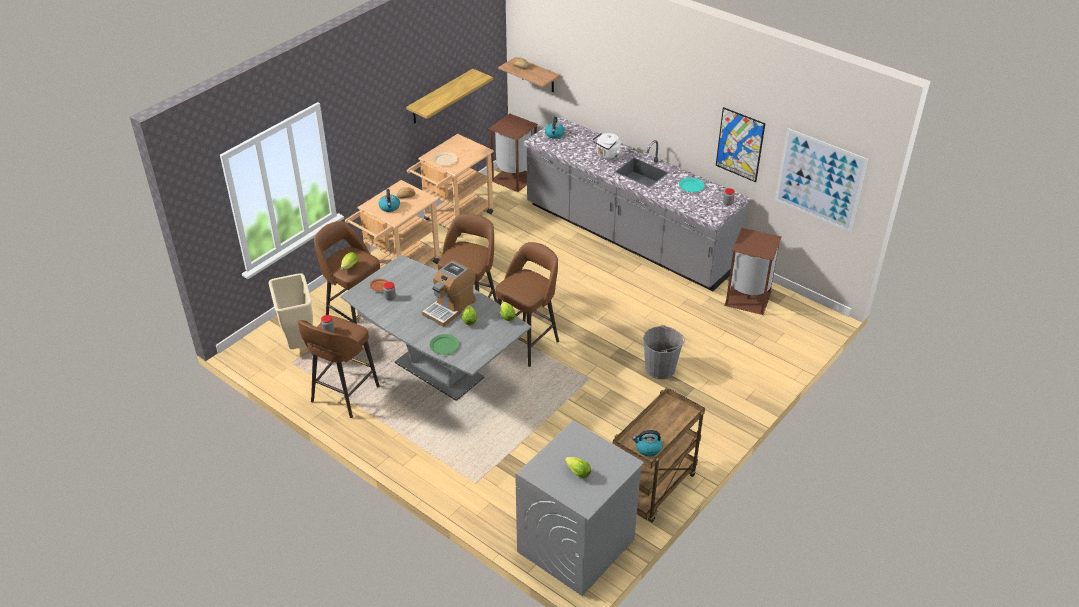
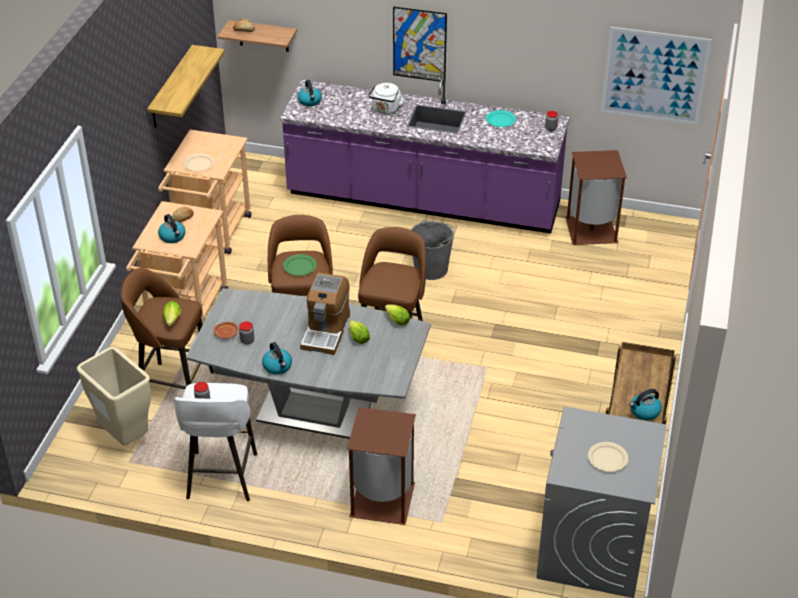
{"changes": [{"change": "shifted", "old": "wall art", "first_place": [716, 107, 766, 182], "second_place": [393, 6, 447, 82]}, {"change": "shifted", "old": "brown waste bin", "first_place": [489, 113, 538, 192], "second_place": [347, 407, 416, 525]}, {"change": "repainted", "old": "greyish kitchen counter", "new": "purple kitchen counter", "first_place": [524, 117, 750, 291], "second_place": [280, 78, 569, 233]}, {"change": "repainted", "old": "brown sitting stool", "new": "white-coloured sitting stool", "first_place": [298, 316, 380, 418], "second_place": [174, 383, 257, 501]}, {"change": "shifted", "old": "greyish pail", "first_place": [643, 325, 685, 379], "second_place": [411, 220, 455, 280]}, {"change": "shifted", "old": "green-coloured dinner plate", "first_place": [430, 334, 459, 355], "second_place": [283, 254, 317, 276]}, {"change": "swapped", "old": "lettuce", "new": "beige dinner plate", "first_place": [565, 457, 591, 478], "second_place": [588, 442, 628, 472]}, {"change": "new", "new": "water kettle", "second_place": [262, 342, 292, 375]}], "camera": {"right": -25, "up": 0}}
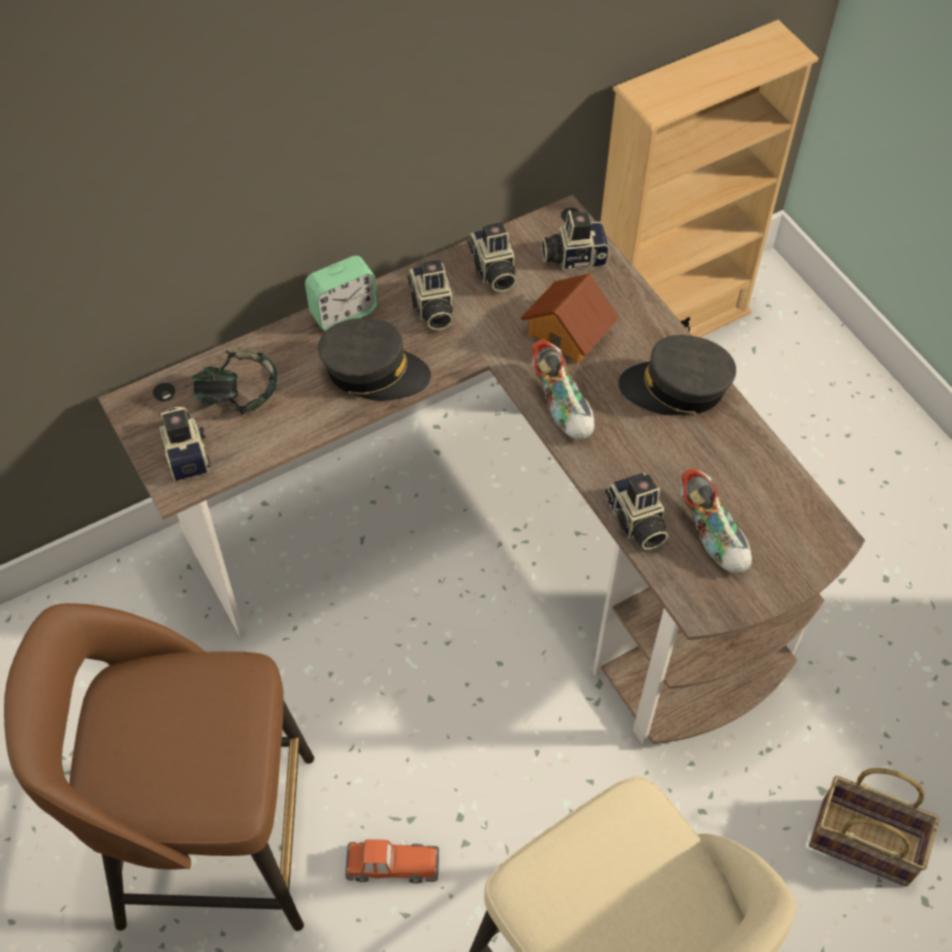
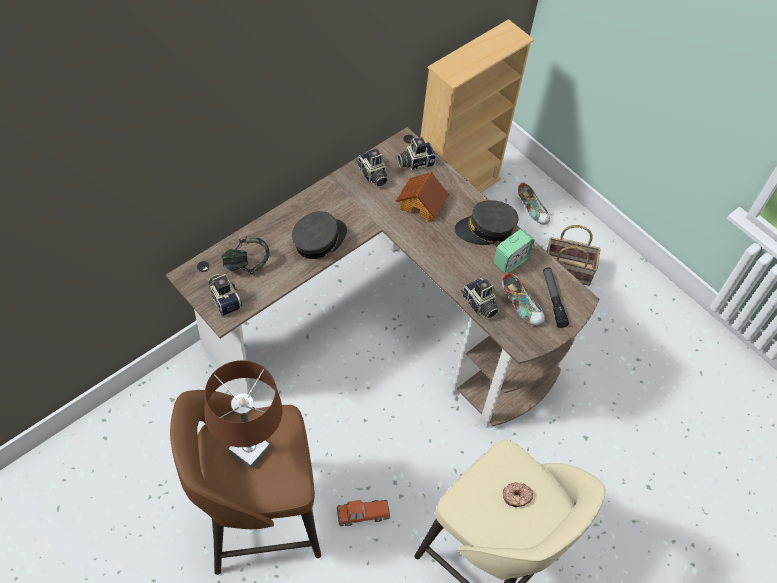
{"changes": [{"change": "shifted", "old": "alarm clock", "first_place": [305, 256, 378, 331], "second_place": [494, 229, 535, 273]}, {"change": "gone", "old": "photo camera", "first_place": [407, 260, 453, 331]}, {"change": "rotated", "old": "greyish baseball cap", "first_place": [318, 318, 431, 401], "second_place": [292, 211, 347, 259], "degrees": -45}, {"change": "shifted", "old": "shoe", "first_place": [532, 339, 595, 440], "second_place": [518, 182, 550, 225]}, {"change": "shifted", "old": "basket", "first_place": [809, 768, 940, 887], "second_place": [547, 225, 600, 286]}, {"change": "new", "new": "hand torch", "second_place": [543, 267, 569, 328]}, {"change": "new", "new": "brown lamp for a table", "second_place": [204, 360, 282, 469]}, {"change": "new", "new": "doughnut", "second_place": [503, 482, 533, 507]}], "camera": {"right": -15, "up": 0}}
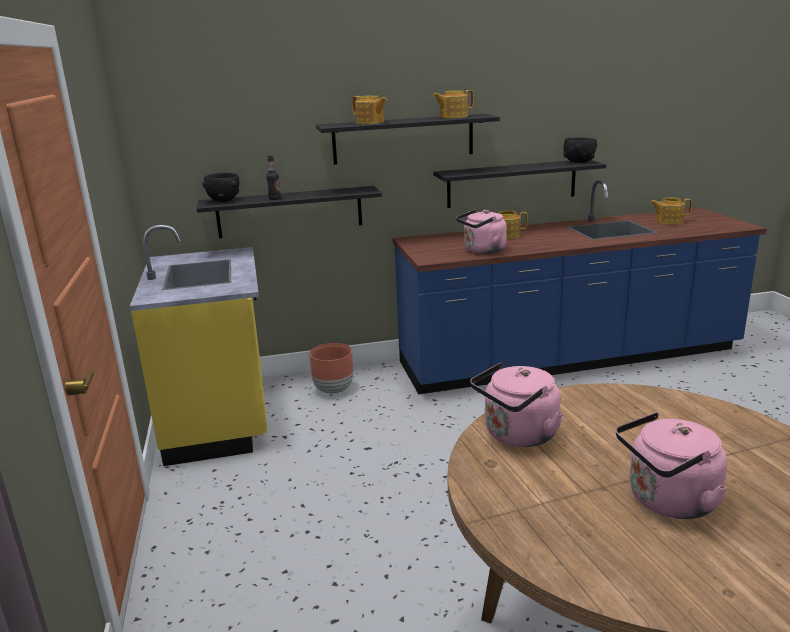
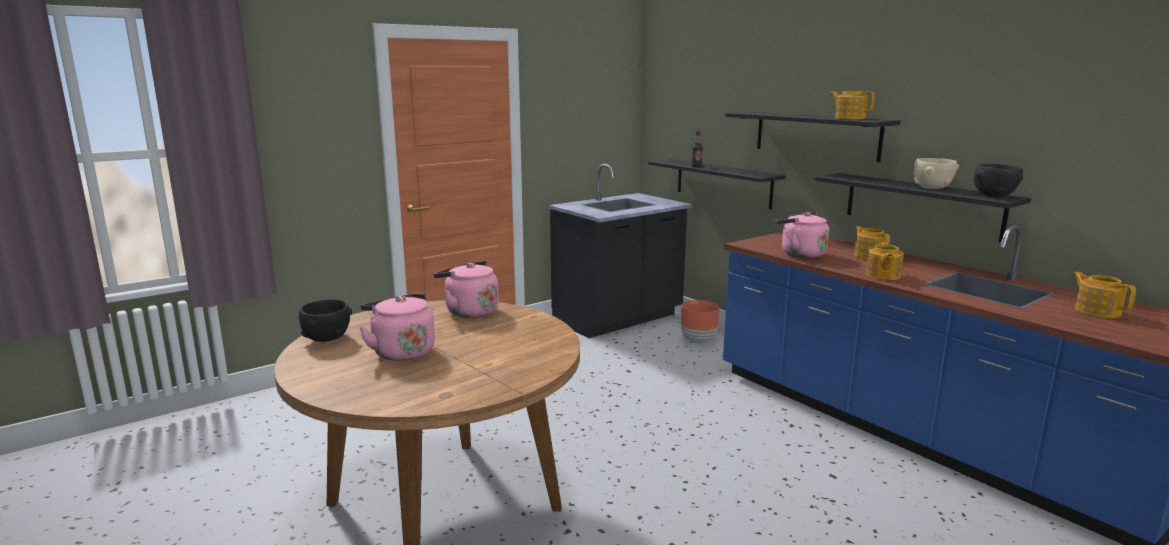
{"changes": [{"change": "shifted", "old": "tea pot", "first_place": [352, 95, 387, 124], "second_place": [866, 242, 904, 280]}, {"change": "shifted", "old": "black serving bowl", "first_place": [202, 173, 239, 202], "second_place": [299, 299, 352, 342]}, {"change": "repainted", "old": "yellowish kitchen counter", "new": "black kitchen counter", "first_place": [130, 225, 268, 466], "second_place": [549, 164, 692, 338]}, {"change": "new", "new": "beige serving bowl", "second_place": [914, 158, 959, 189]}], "camera": {"right": 65, "up": -5}}
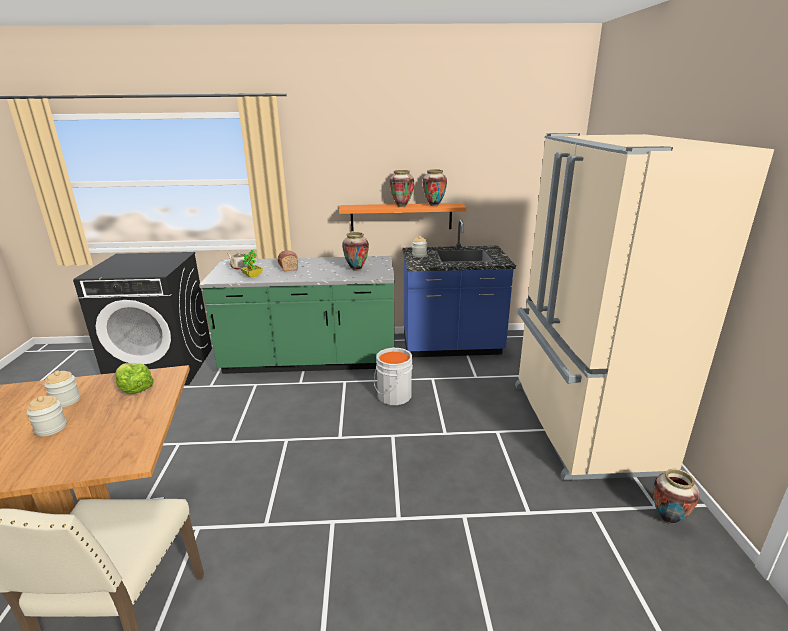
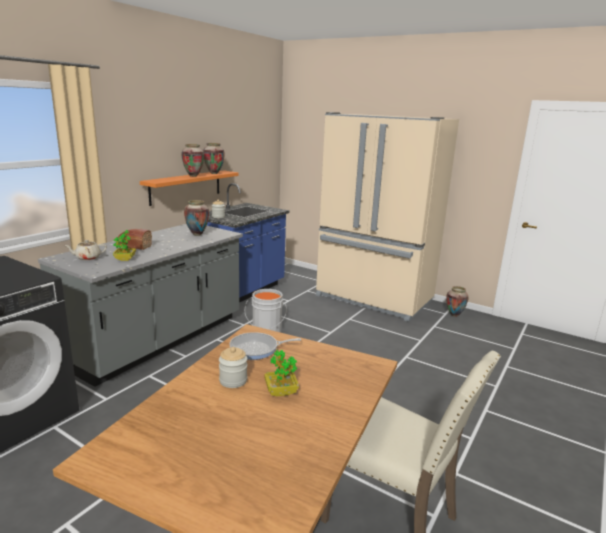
{"changes": [{"change": "repainted", "old": "green-coloured kitchen counter", "new": "greyish kitchen counter", "first_place": [199, 256, 395, 374], "second_place": [38, 224, 243, 387]}, {"change": "swapped", "old": "lettuce", "new": "frying pan", "first_place": [115, 363, 154, 394], "second_place": [230, 332, 301, 360]}, {"change": "swapped", "old": "preserve jar", "new": "houseplant", "first_place": [26, 396, 67, 436], "second_place": [264, 350, 299, 396]}], "camera": {"right": -55, "up": -5}}
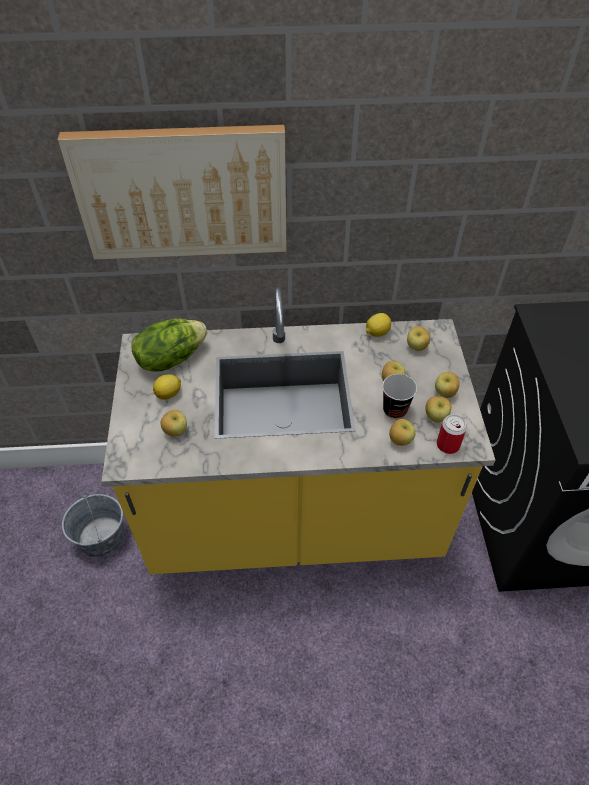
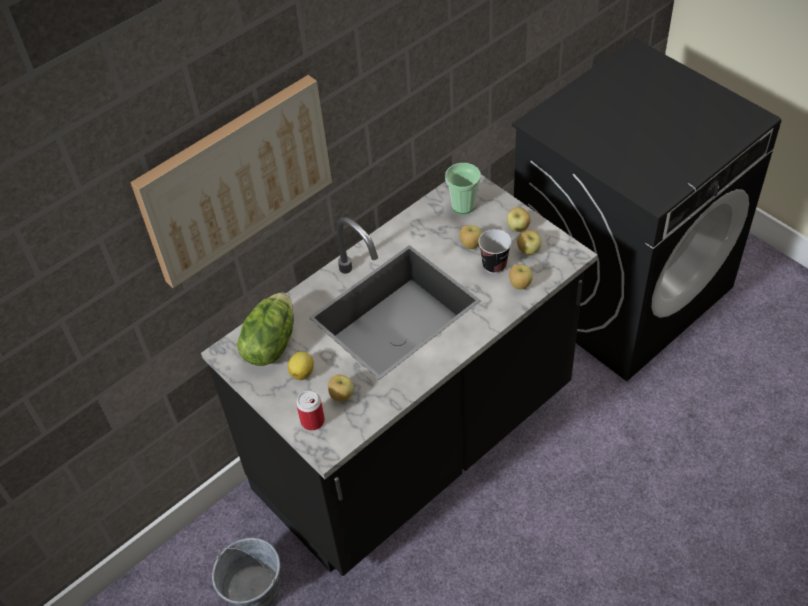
{"changes": [{"change": "repainted", "old": "yellowish kitchen counter", "new": "black kitchen counter", "first_place": [102, 287, 495, 574], "second_place": [201, 174, 597, 576]}, {"change": "gone", "old": "whole lemon", "first_place": [366, 313, 391, 337]}, {"change": "swapped", "old": "whole apple", "new": "small cup", "first_place": [407, 326, 430, 351], "second_place": [445, 163, 481, 214]}, {"change": "shifted", "old": "can", "first_place": [437, 414, 467, 454], "second_place": [296, 390, 325, 430]}], "camera": {"right": -35, "up": 0}}
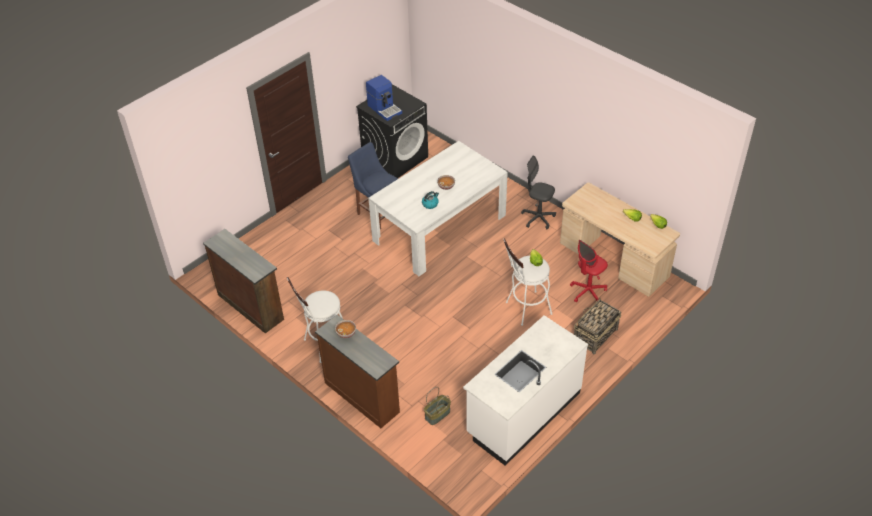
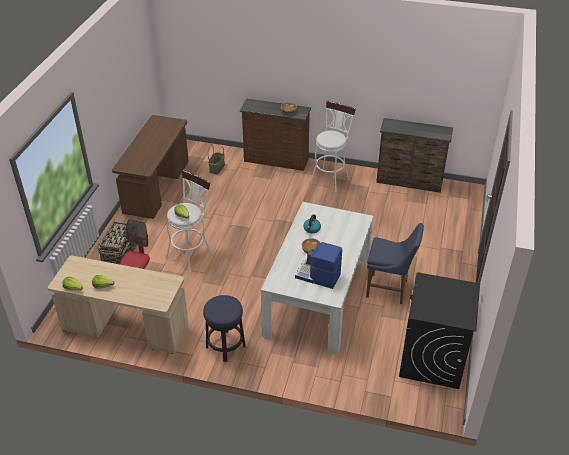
{"changes": [{"change": "shifted", "old": "coffee maker", "first_place": [366, 75, 402, 121], "second_place": [295, 242, 342, 289]}, {"change": "swapped", "old": "greyish desk chair", "new": "sitting stool", "first_place": [521, 155, 556, 229], "second_place": [203, 295, 245, 362]}, {"change": "swapped", "old": "white-coloured kitchen counter", "new": "brown desk unit", "first_place": [463, 315, 588, 466], "second_place": [112, 115, 189, 219]}], "camera": {"right": 150, "up": -5}}
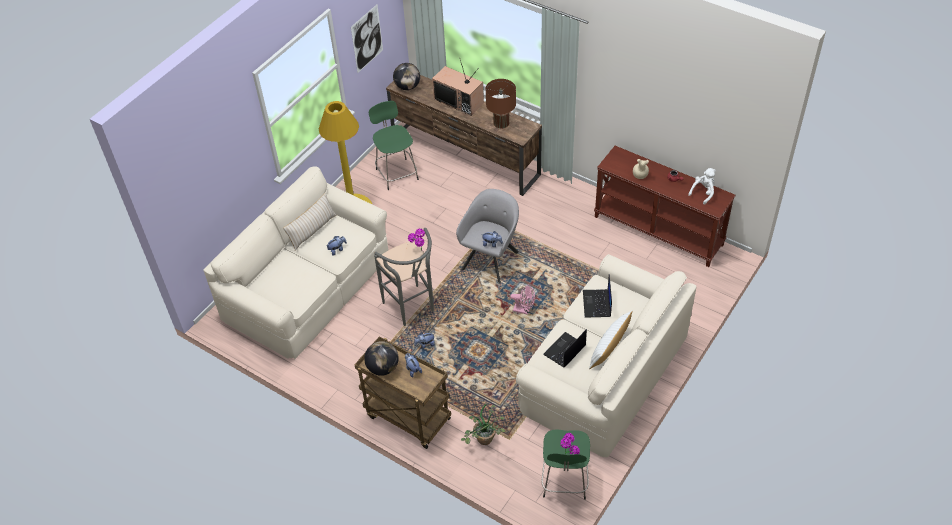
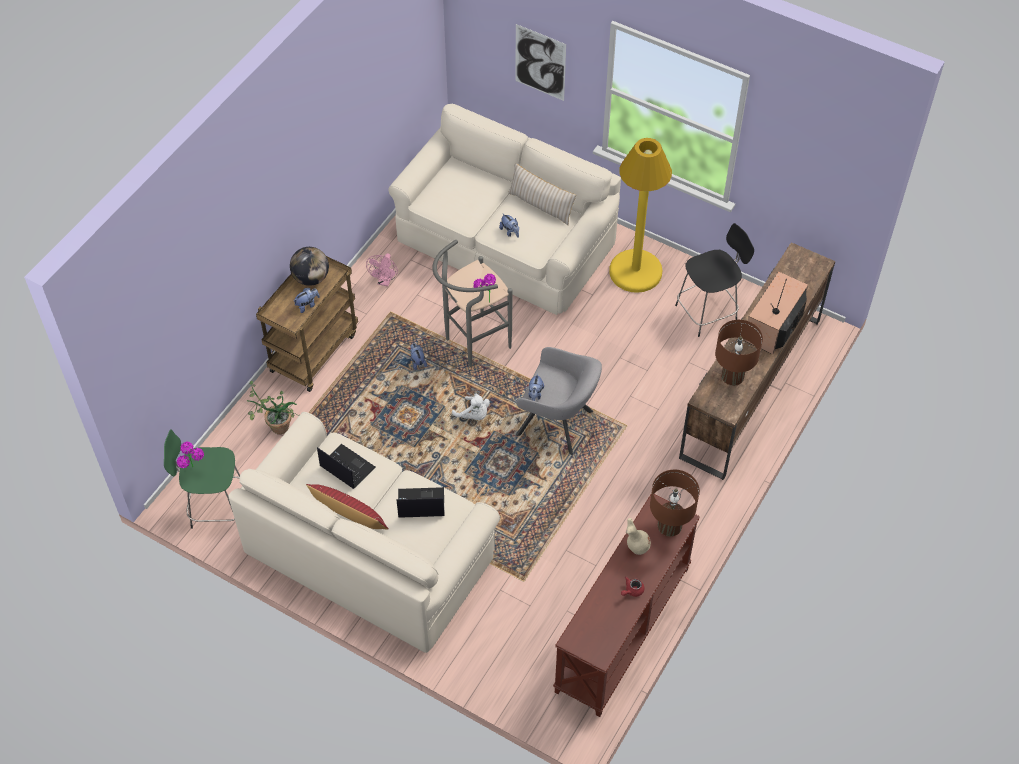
{"changes": [{"change": "shifted", "old": "wall art", "first_place": [351, 5, 383, 73], "second_place": [515, 24, 566, 101]}, {"change": "gone", "old": "globe", "first_place": [393, 63, 420, 90]}, {"change": "repainted", "old": "green-coloured sitting stool", "new": "black sitting stool", "first_place": [369, 101, 419, 190], "second_place": [675, 223, 754, 337]}, {"change": "shifted", "old": "white-coloured cuddly toy", "first_place": [688, 168, 716, 204], "second_place": [452, 394, 490, 420]}, {"change": "shifted", "old": "pink-coloured cooling fan", "first_place": [510, 284, 535, 315], "second_place": [366, 253, 398, 286]}, {"change": "repainted", "old": "white-coloured throw pillow", "new": "reddish throw pillow", "first_place": [589, 310, 633, 369], "second_place": [306, 484, 389, 530]}, {"change": "new", "new": "brown lamp for a table", "second_place": [650, 470, 700, 537]}], "camera": {"right": 85, "up": 5}}
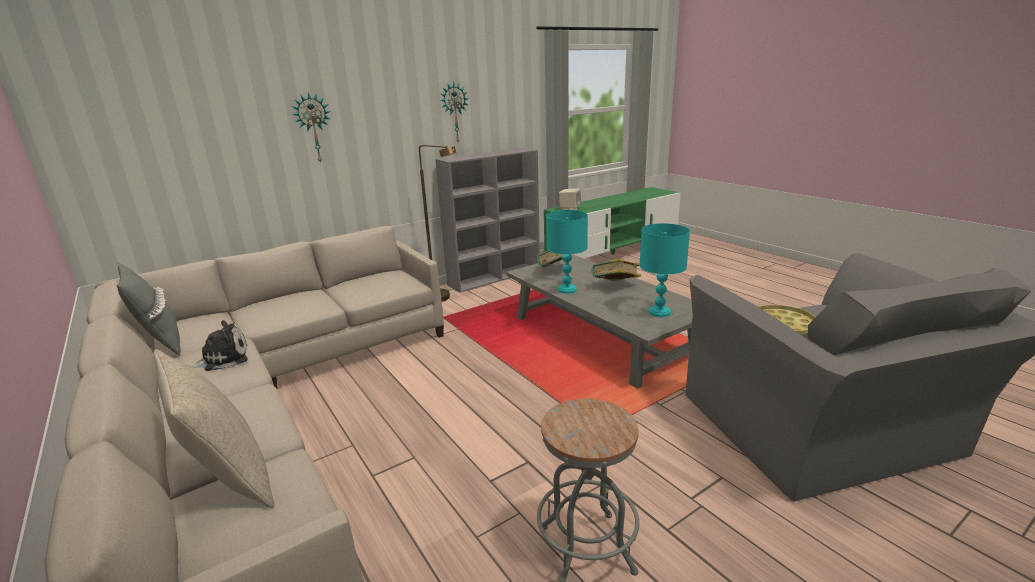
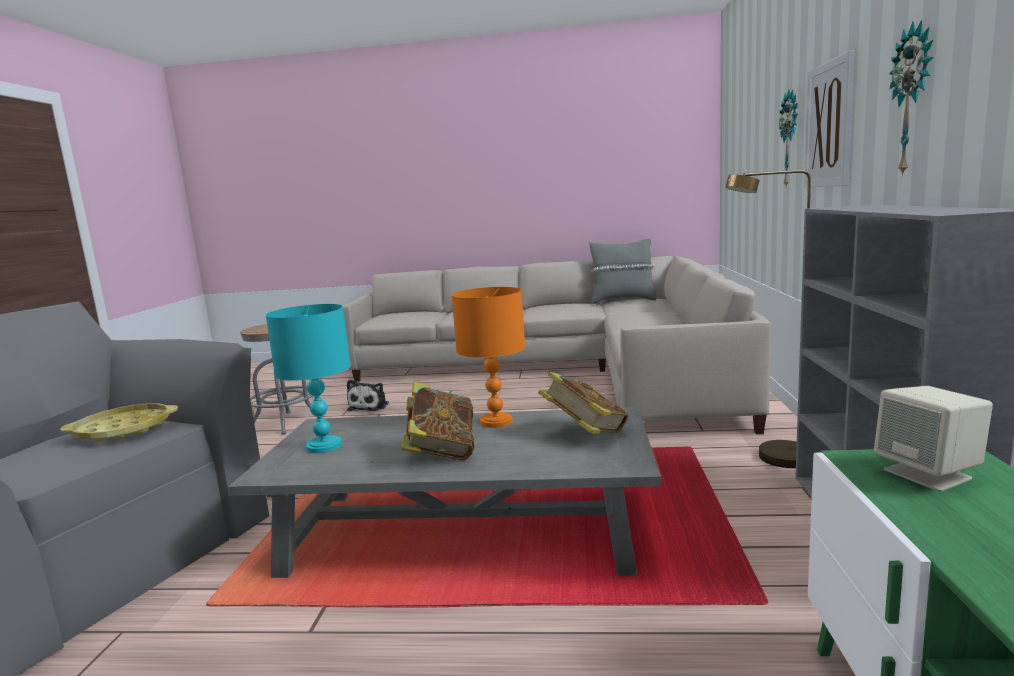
{"changes": [{"change": "repainted", "old": "blue-green lamp for a table", "new": "orangey lamp for a table", "first_place": [546, 210, 588, 294], "second_place": [452, 287, 525, 428]}, {"change": "shifted", "old": "cuddly toy", "first_place": [191, 320, 248, 371], "second_place": [347, 380, 389, 411]}, {"change": "gone", "old": "beige throw pillow", "first_place": [154, 349, 274, 508]}, {"change": "new", "new": "wall art", "second_place": [804, 50, 854, 188]}], "camera": {"right": 130, "up": -10}}
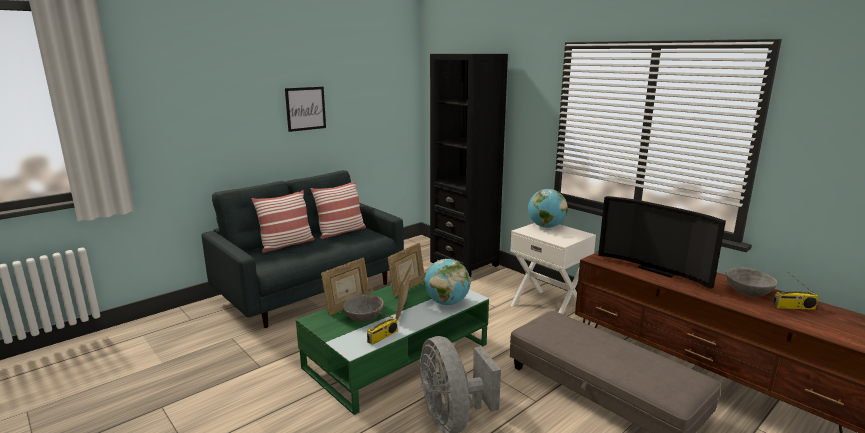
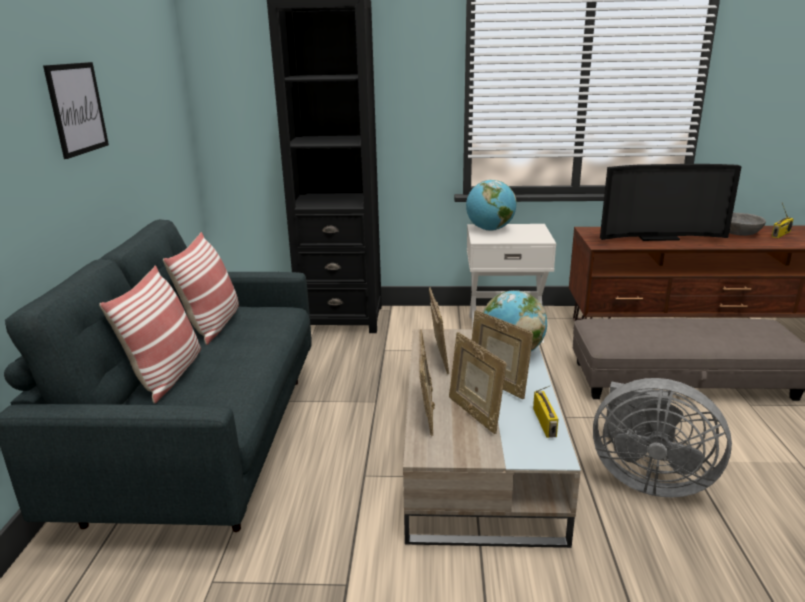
{"changes": [{"change": "repainted", "old": "green-coloured coffee table", "new": "beige coffee table", "first_place": [296, 272, 489, 415], "second_place": [403, 329, 581, 548]}, {"change": "swapped", "old": "greyish serving bowl", "new": "picture frame", "first_place": [343, 295, 384, 322], "second_place": [449, 332, 507, 434]}], "camera": {"right": -45, "up": 5}}
